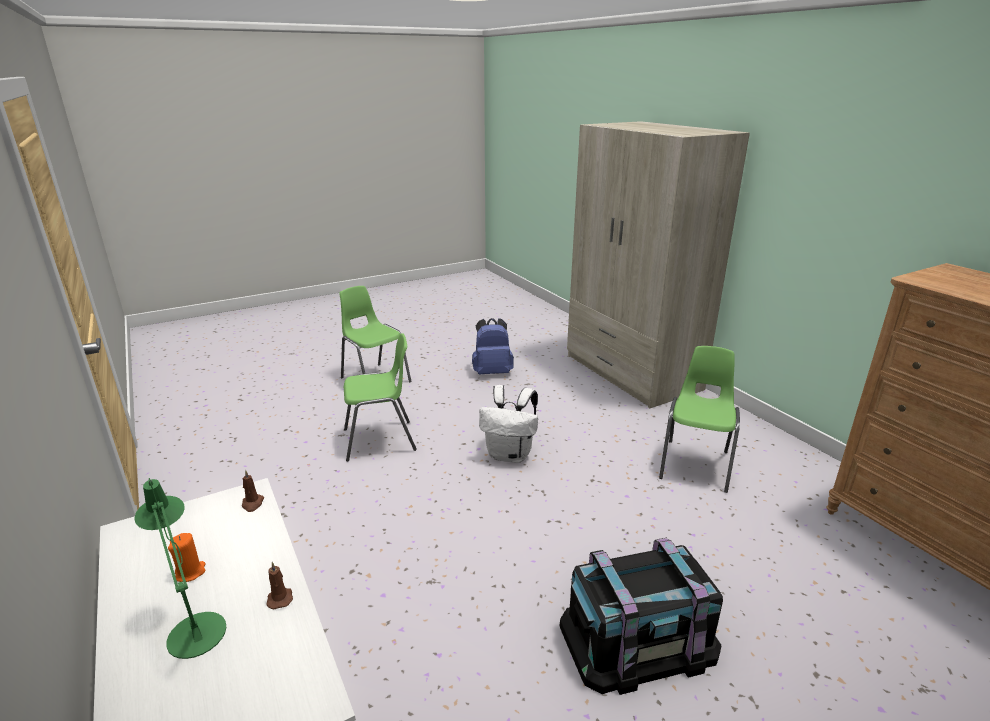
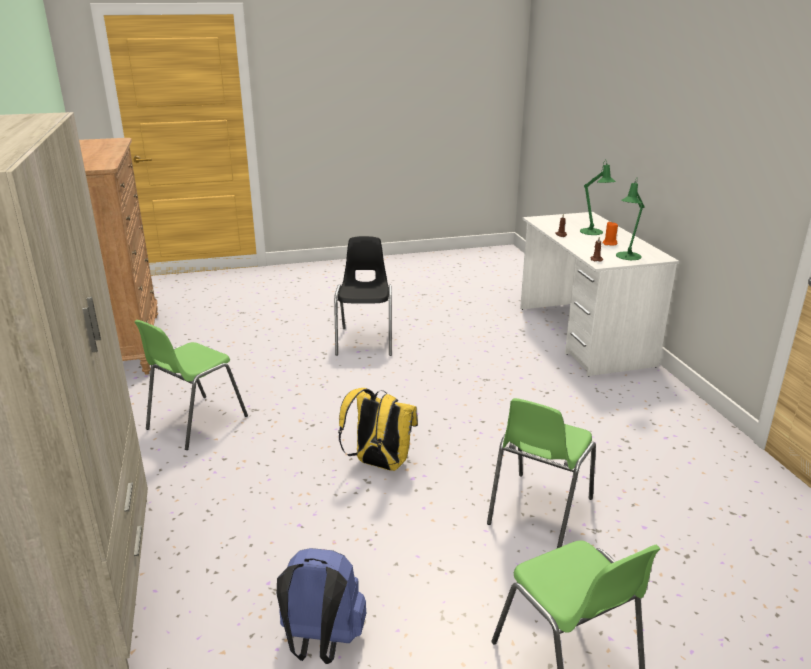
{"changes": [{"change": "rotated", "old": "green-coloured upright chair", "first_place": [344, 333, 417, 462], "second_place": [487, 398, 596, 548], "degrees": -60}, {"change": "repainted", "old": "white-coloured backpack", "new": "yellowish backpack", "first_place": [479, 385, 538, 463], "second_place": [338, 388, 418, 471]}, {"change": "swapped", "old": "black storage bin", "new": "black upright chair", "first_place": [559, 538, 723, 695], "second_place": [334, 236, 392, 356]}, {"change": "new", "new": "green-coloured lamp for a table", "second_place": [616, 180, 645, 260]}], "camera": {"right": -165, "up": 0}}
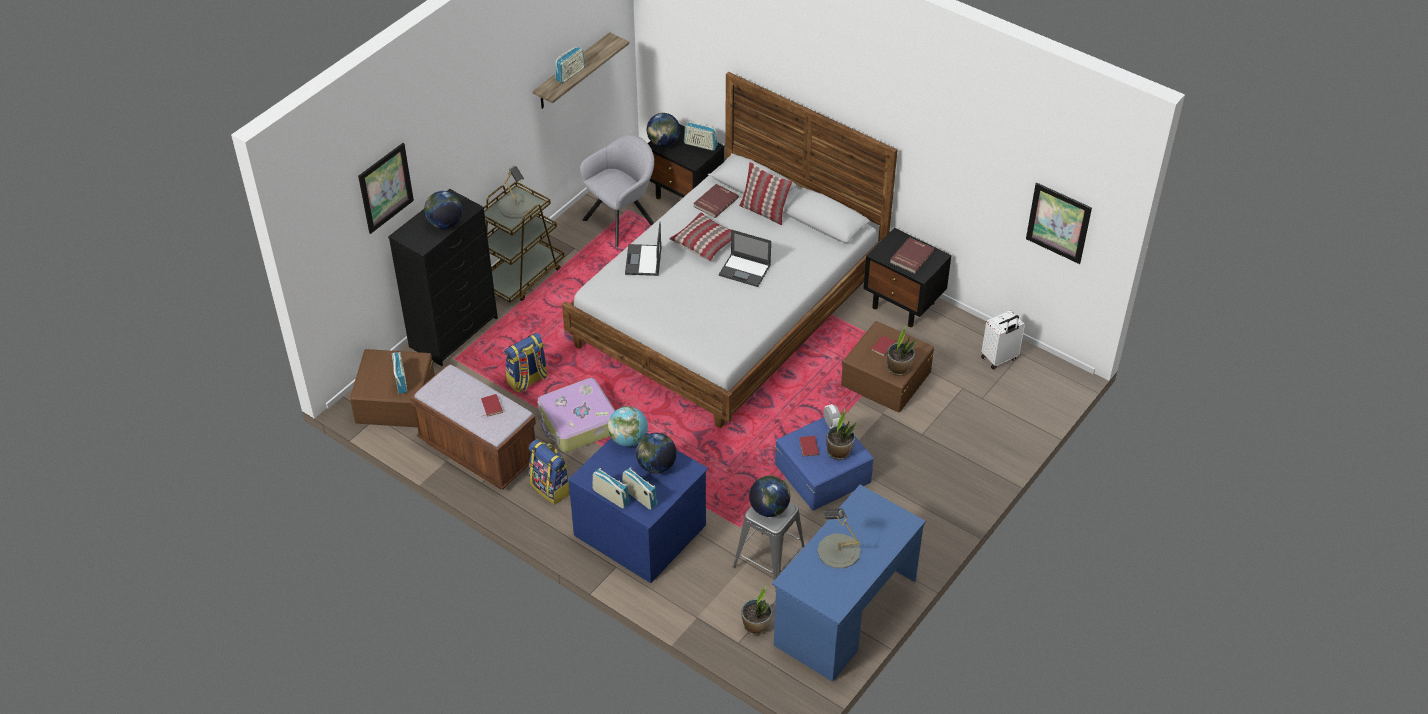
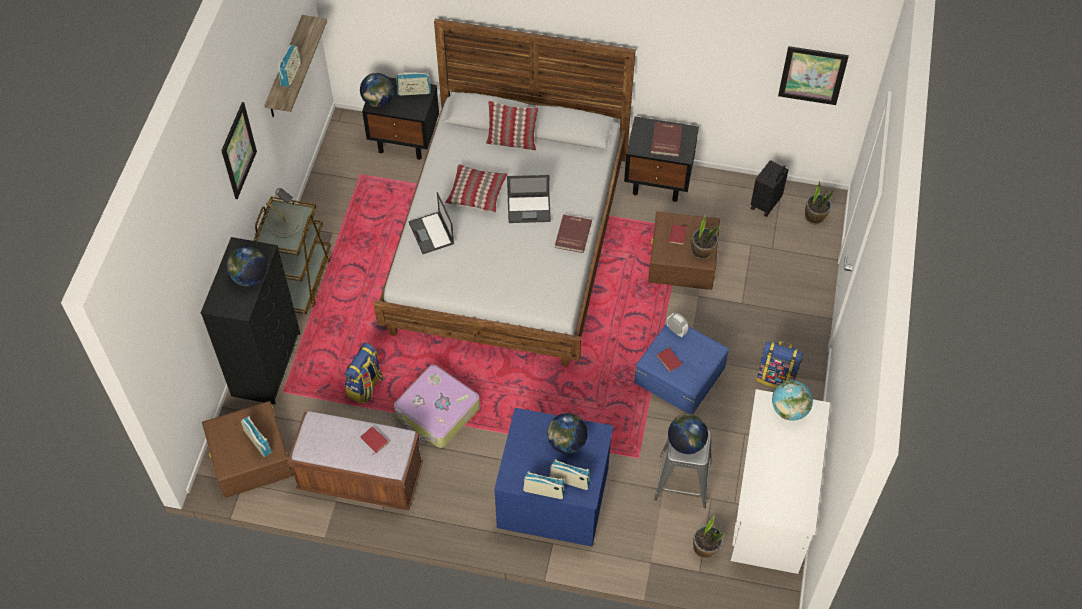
{"changes": [{"change": "gone", "old": "greyish armchair", "first_place": [580, 135, 654, 247]}, {"change": "shifted", "old": "wall art", "first_place": [358, 143, 414, 234], "second_place": [221, 102, 257, 199]}, {"change": "shifted", "old": "reddish book", "first_place": [693, 184, 739, 218], "second_place": [555, 215, 592, 253]}, {"change": "repainted", "old": "white-coloured piece of luggage", "new": "black piece of luggage", "first_place": [981, 310, 1025, 370], "second_place": [751, 160, 789, 217]}, {"change": "shifted", "old": "globe", "first_place": [608, 406, 648, 446], "second_place": [772, 381, 813, 421]}, {"change": "shifted", "old": "houseplant", "first_place": [826, 408, 856, 460], "second_place": [805, 180, 834, 224]}, {"change": "shifted", "old": "backpack", "first_place": [529, 439, 570, 505], "second_place": [756, 341, 803, 388]}, {"change": "repainted", "old": "blue desk unit", "new": "white-coloured desk unit", "first_place": [772, 485, 926, 682], "second_place": [731, 389, 830, 574]}, {"change": "gone", "old": "greyish lamp for a table", "first_place": [817, 508, 860, 568]}], "camera": {"right": -25, "up": 10}}
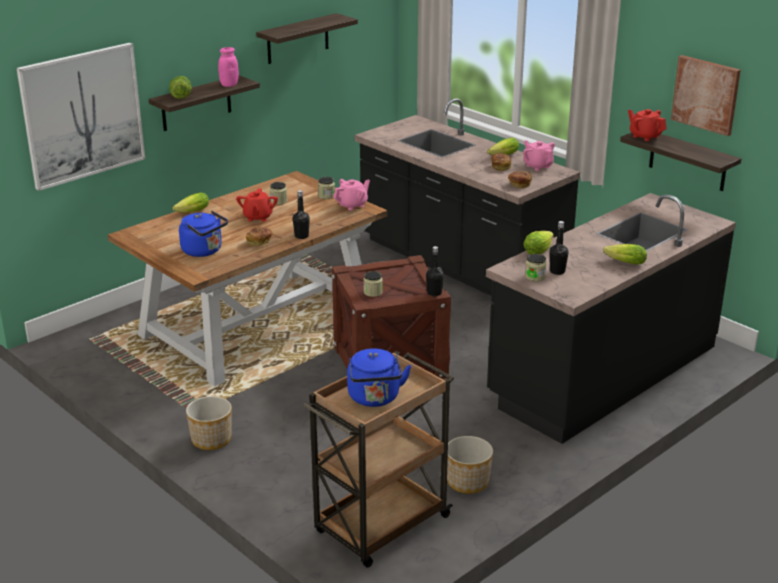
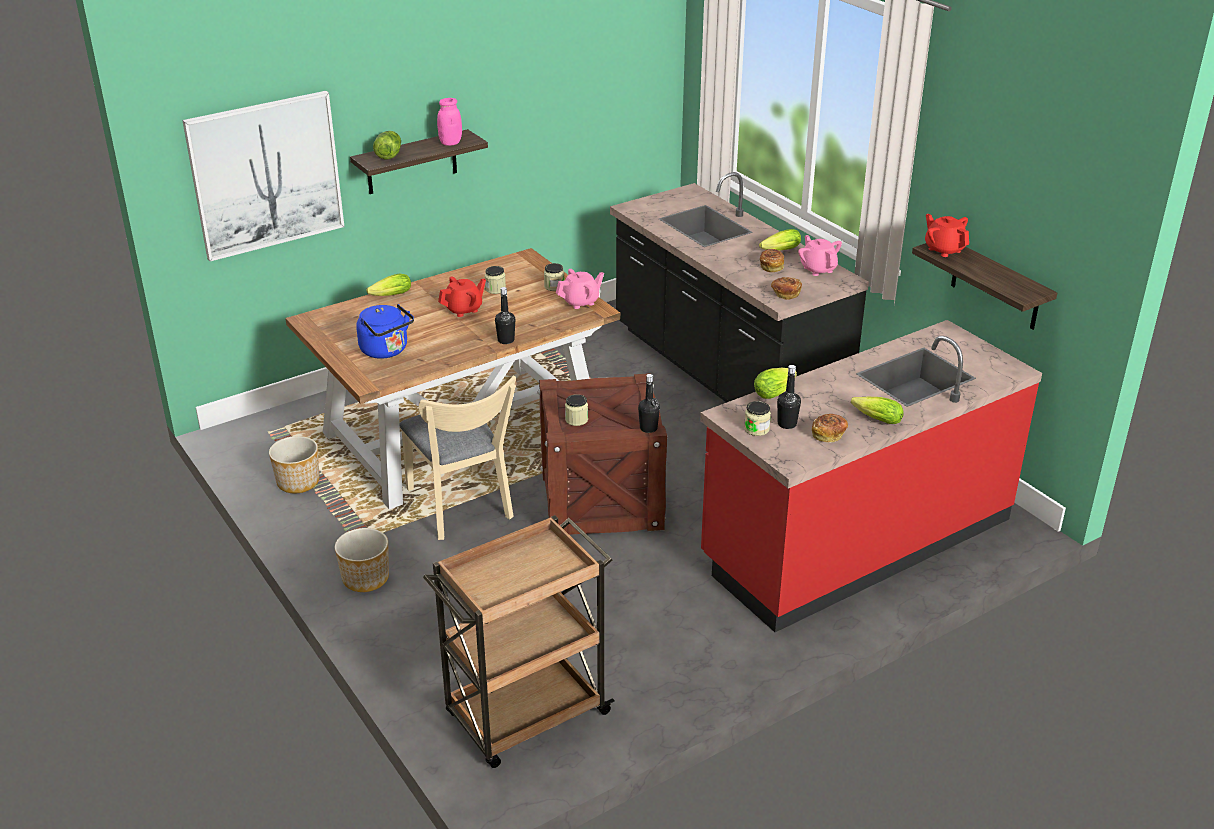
{"changes": [{"change": "gone", "old": "bracket shelf", "first_place": [256, 13, 358, 64]}, {"change": "gone", "old": "wall art", "first_place": [671, 55, 741, 136]}, {"change": "rotated", "old": "reddish tea pot", "first_place": [236, 188, 278, 222], "second_place": [438, 276, 486, 317], "degrees": -135}, {"change": "repainted", "old": "black kitchen counter", "new": "reddish kitchen counter", "first_place": [486, 193, 736, 444], "second_place": [700, 320, 1042, 632]}, {"change": "shifted", "old": "bread", "first_place": [246, 227, 272, 246], "second_place": [812, 414, 848, 443]}, {"change": "gone", "old": "blue water kettle", "first_place": [347, 348, 411, 407]}, {"change": "shifted", "old": "plant pot", "first_place": [447, 436, 493, 494], "second_place": [269, 436, 319, 493]}, {"change": "new", "new": "beige upright chair", "second_place": [400, 375, 516, 540]}], "camera": {"right": 10, "up": 5}}
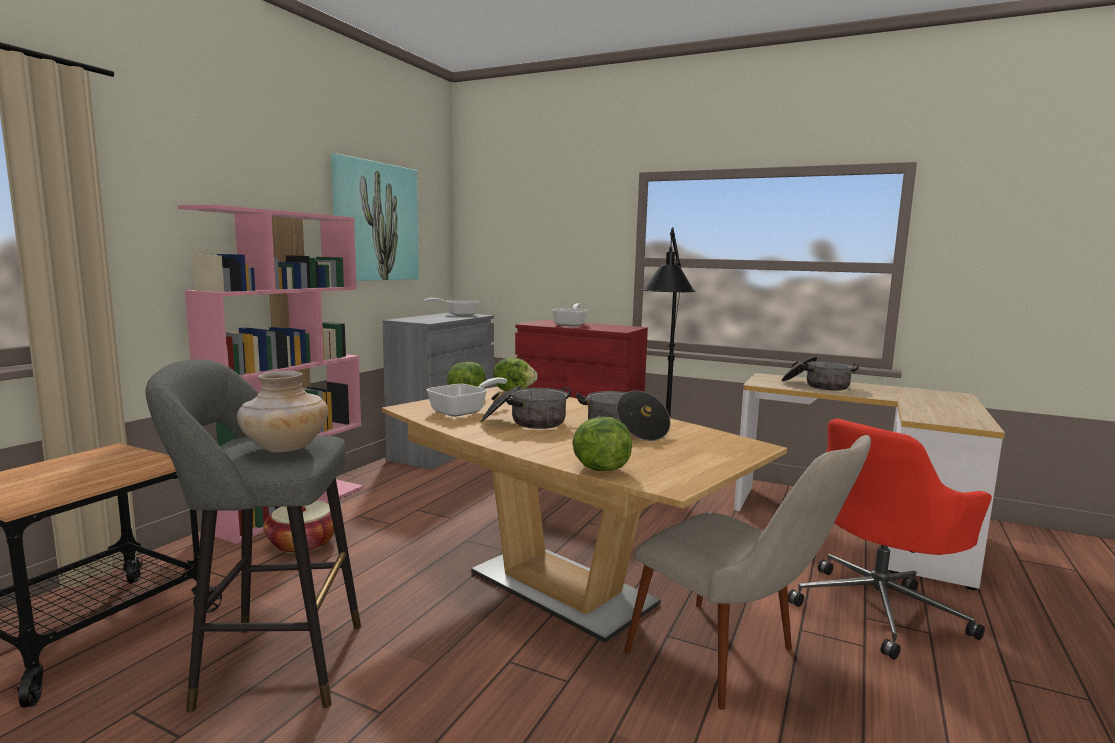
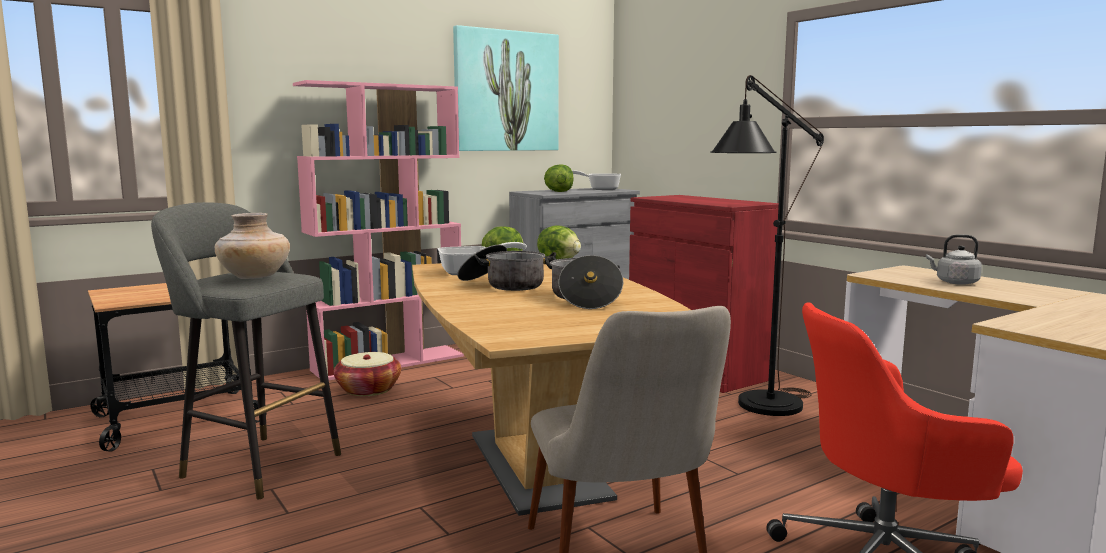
{"changes": [{"change": "gone", "old": "frying pan", "first_place": [552, 303, 588, 326]}, {"change": "swapped", "old": "stockpot", "new": "greyish water kettle", "first_place": [782, 357, 859, 391], "second_place": [926, 234, 982, 285]}, {"change": "shifted", "old": "lettuce", "first_place": [572, 417, 632, 471], "second_place": [544, 164, 574, 192]}], "camera": {"right": 30, "up": 0}}
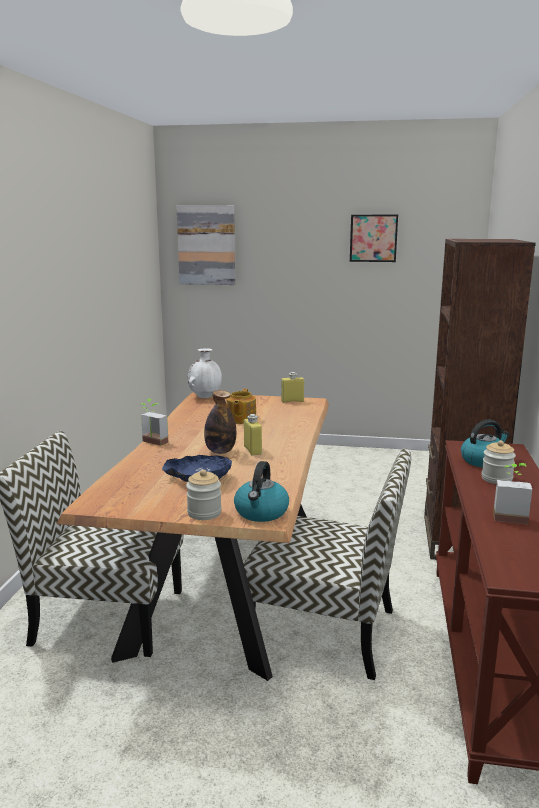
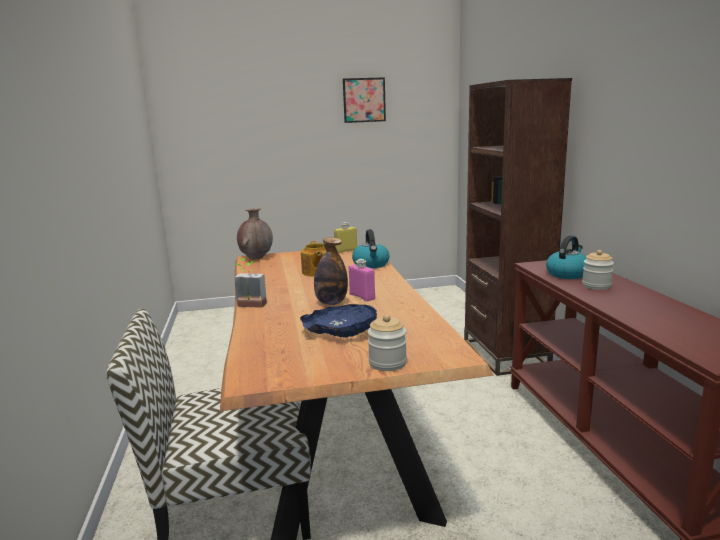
{"changes": [{"change": "gone", "old": "wall art", "first_place": [177, 206, 235, 285]}, {"change": "repainted", "old": "white-coloured vase", "new": "brown vase", "first_place": [188, 348, 222, 398], "second_place": [237, 208, 273, 260]}, {"change": "repainted", "old": "yellowish beverage bottle", "new": "pink-coloured beverage bottle", "first_place": [244, 414, 262, 456], "second_place": [349, 259, 375, 301]}, {"change": "gone", "old": "upright chair", "first_place": [244, 448, 411, 680]}, {"change": "shifted", "old": "water kettle", "first_place": [234, 461, 289, 522], "second_place": [352, 229, 390, 268]}, {"change": "gone", "old": "houseplant", "first_place": [493, 463, 532, 524]}], "camera": {"right": -20, "up": 0}}
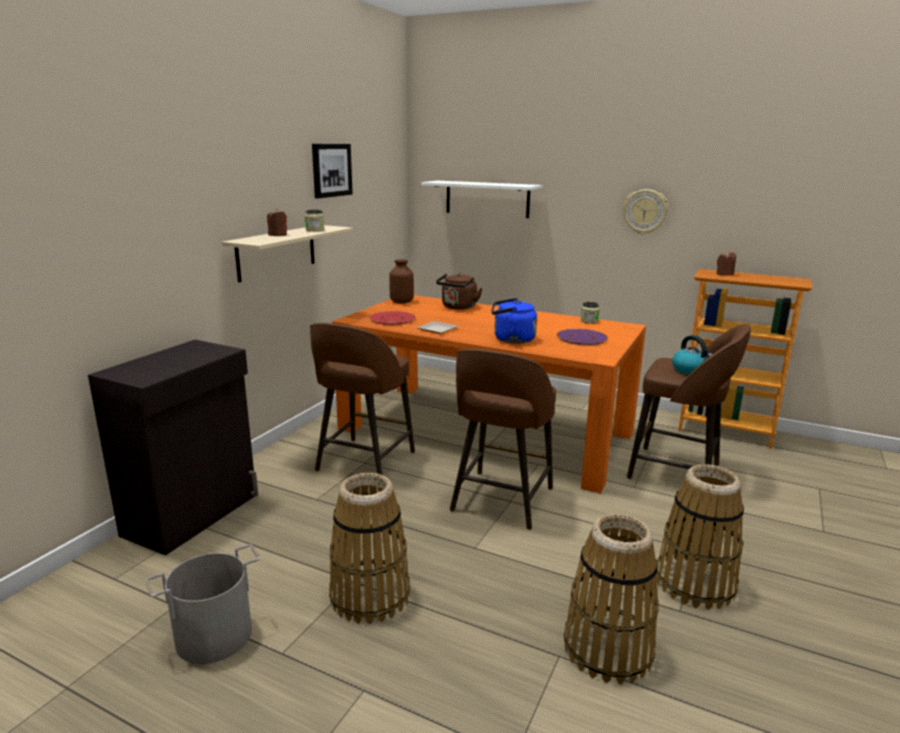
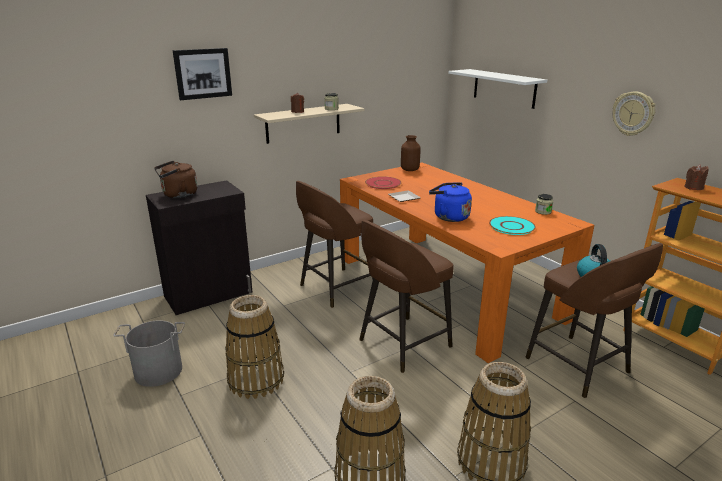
{"changes": [{"change": "shifted", "old": "wall art", "first_place": [312, 144, 353, 199], "second_place": [173, 48, 232, 100]}, {"change": "shifted", "old": "brown water kettle", "first_place": [436, 273, 483, 310], "second_place": [154, 161, 198, 198]}, {"change": "repainted", "old": "purple dinner plate", "new": "blue-green dinner plate", "first_place": [557, 329, 608, 345], "second_place": [489, 216, 536, 235]}], "camera": {"right": 30, "up": 5}}
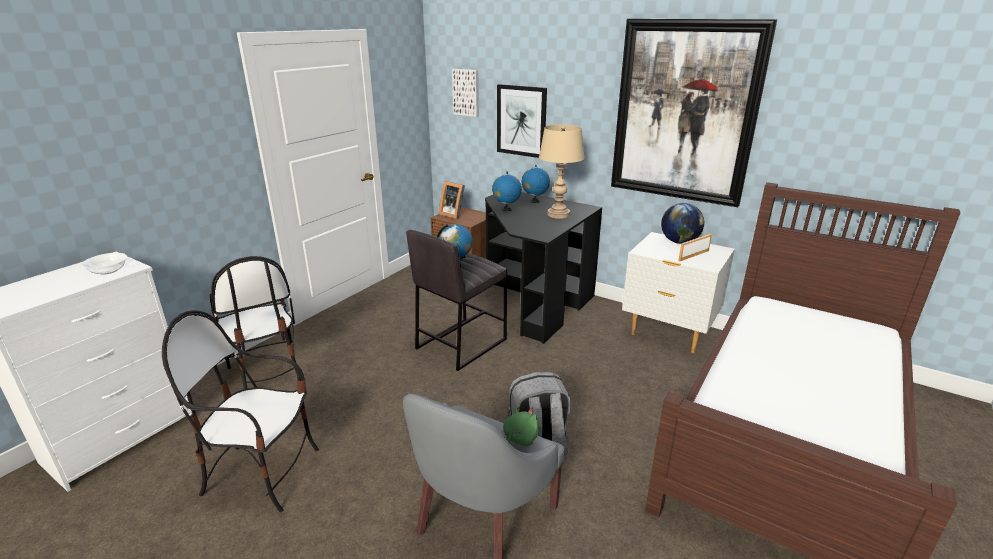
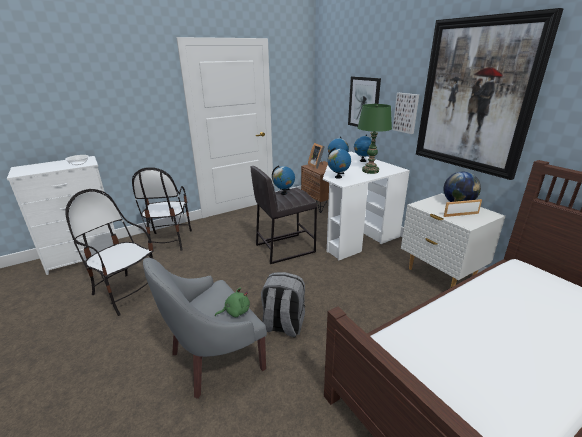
{"changes": [{"change": "shifted", "old": "wall art", "first_place": [452, 69, 479, 117], "second_place": [393, 93, 419, 134]}, {"change": "repainted", "old": "beige lamp for a table", "new": "green-coloured lamp for a table", "first_place": [539, 124, 585, 219], "second_place": [357, 104, 392, 174]}, {"change": "repainted", "old": "black desk unit", "new": "white-coloured desk unit", "first_place": [485, 192, 602, 344], "second_place": [323, 152, 410, 261]}, {"change": "new", "new": "globe", "second_place": [328, 148, 351, 179]}], "camera": {"right": 25, "up": 0}}
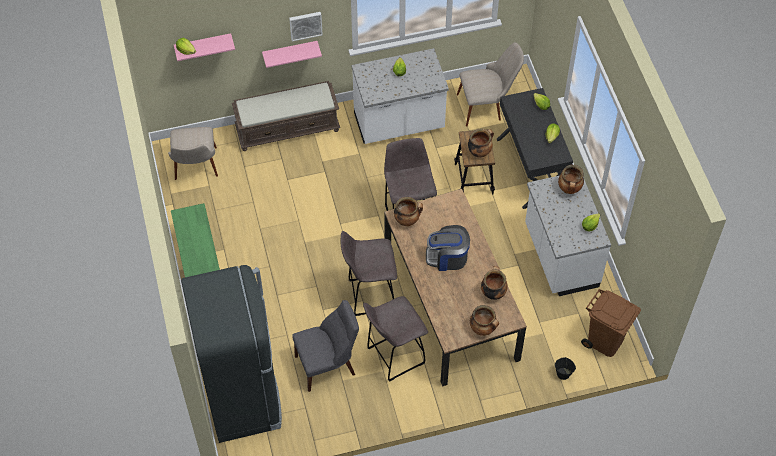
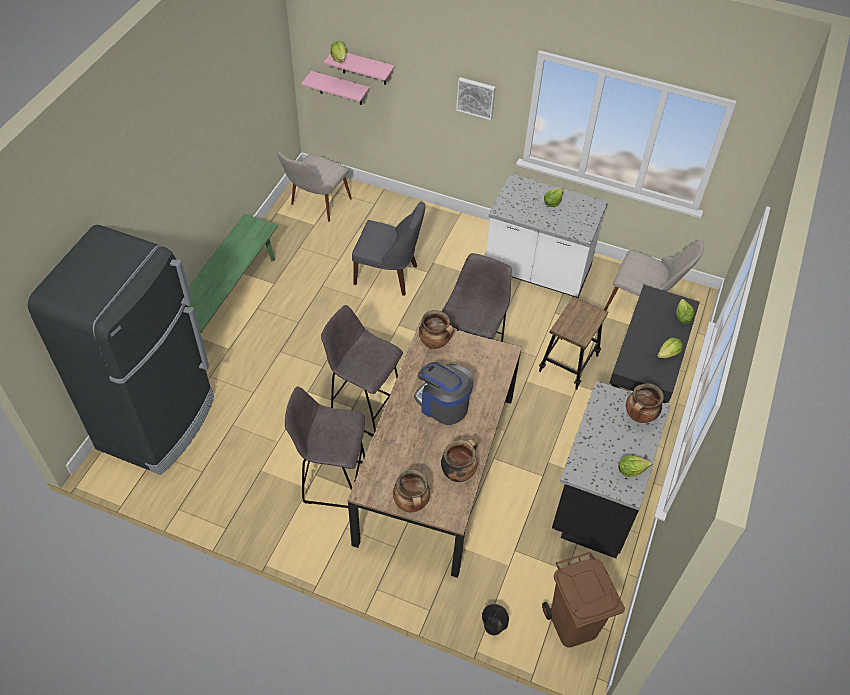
{"changes": [{"change": "shifted", "old": "pink-coloured bracket shelf", "first_place": [262, 41, 322, 68], "second_place": [301, 71, 370, 105]}, {"change": "gone", "old": "brown indoor bench", "first_place": [232, 81, 340, 151]}, {"change": "gone", "old": "stockpot", "first_place": [468, 129, 494, 158]}, {"change": "repainted", "old": "white-coloured kitchen counter", "new": "black kitchen counter", "first_place": [525, 175, 611, 296], "second_place": [552, 381, 670, 558]}, {"change": "shifted", "old": "greyish upright chair", "first_place": [292, 300, 359, 392], "second_place": [352, 201, 425, 296]}], "camera": {"right": 35, "up": -5}}
